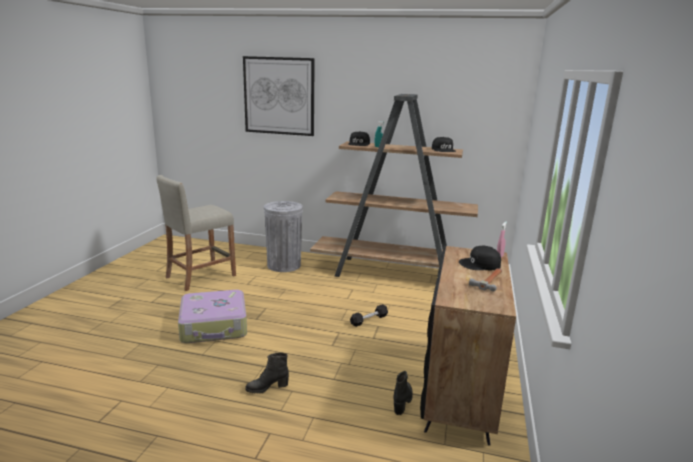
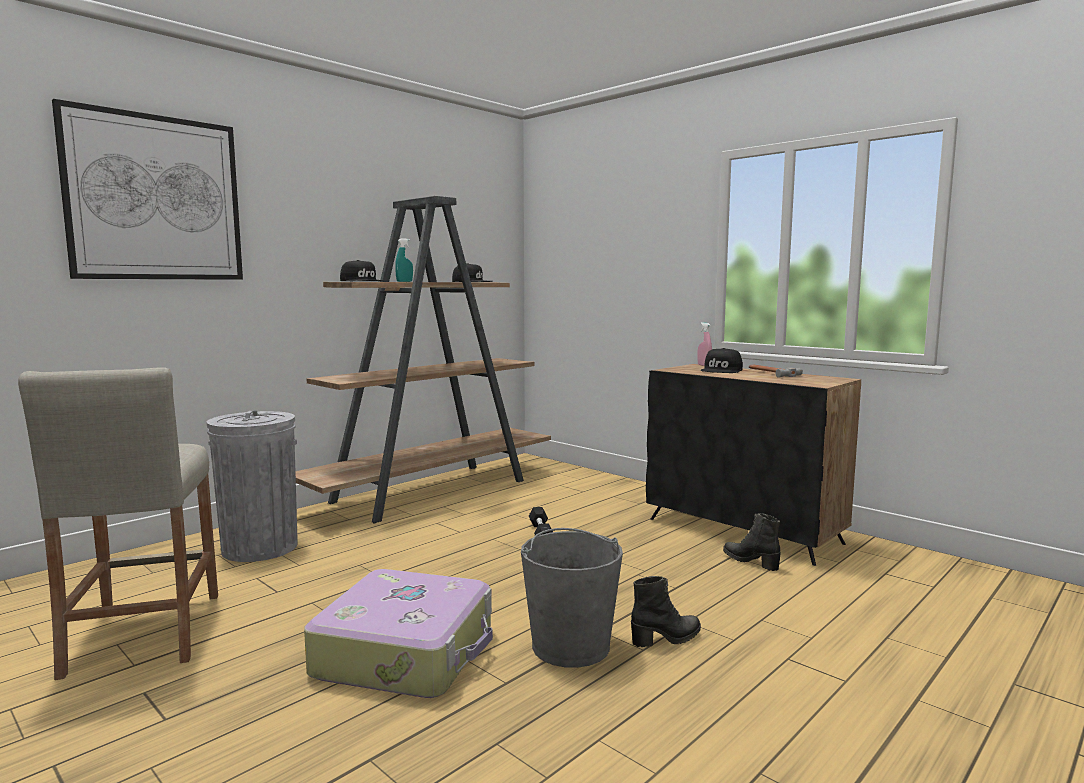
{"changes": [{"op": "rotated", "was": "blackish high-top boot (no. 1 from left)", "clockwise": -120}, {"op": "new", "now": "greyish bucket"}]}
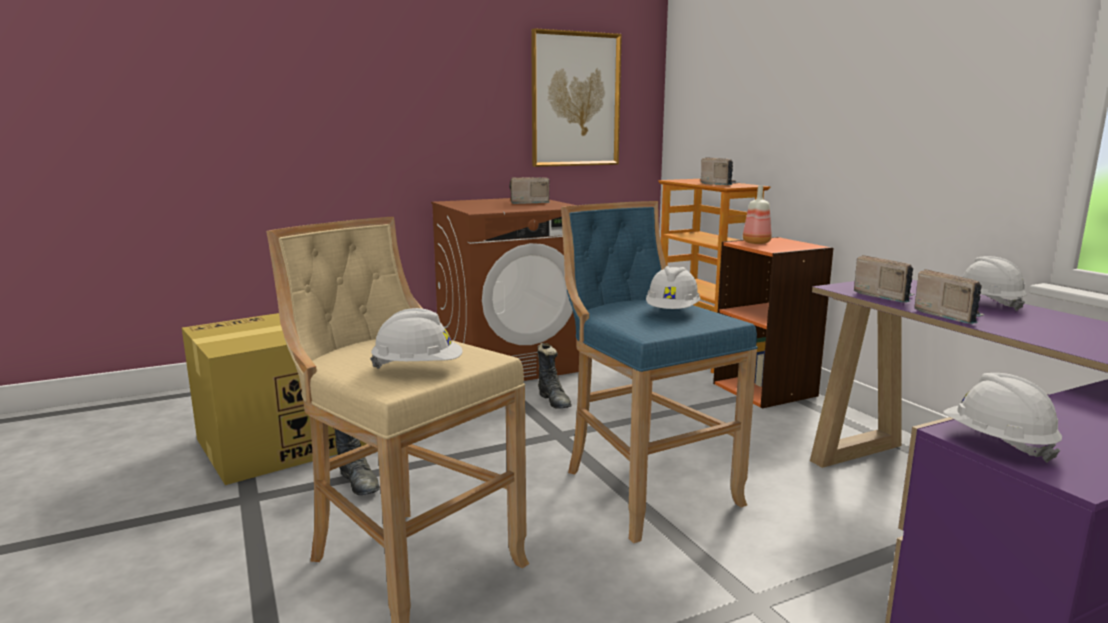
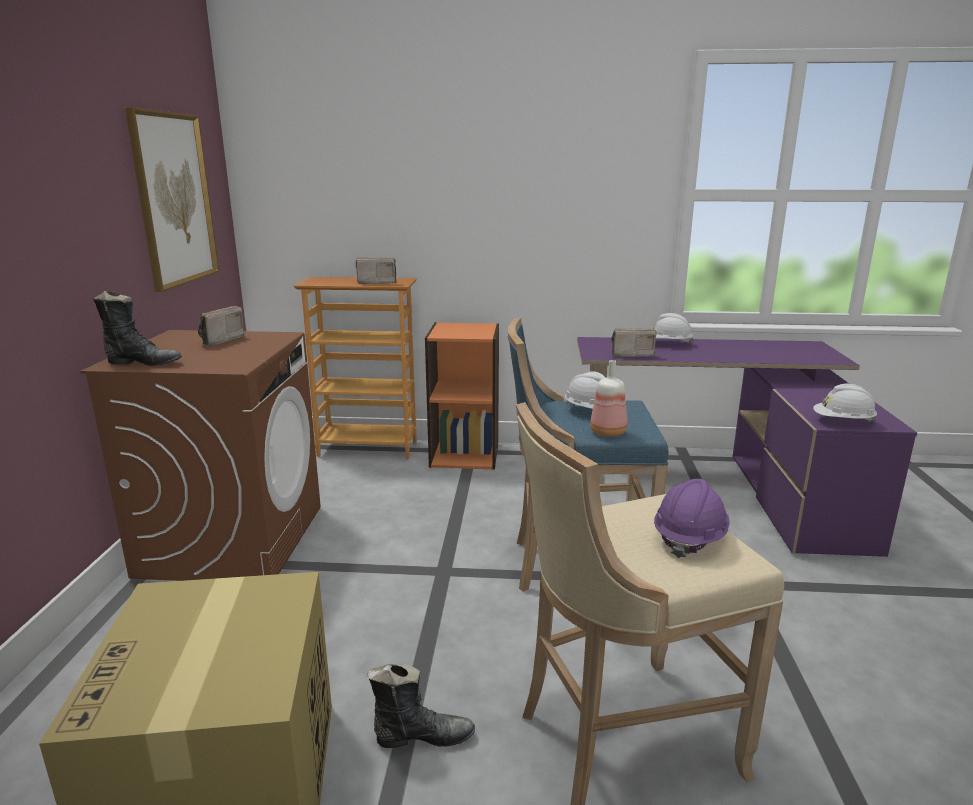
{"changes": [{"op": "shifted", "was": "drink bottle"}, {"op": "gone", "was": "radio receiver (no. 4 from left)"}, {"op": "repainted", "was": "whitish safety helmet (no. 1 from left)", "now": "purplish safety helmet"}, {"op": "shifted", "was": "blackish high-top boot (no. 2 from left in the first image)", "now": "blackish high-top boot (no. 1 from left)"}]}
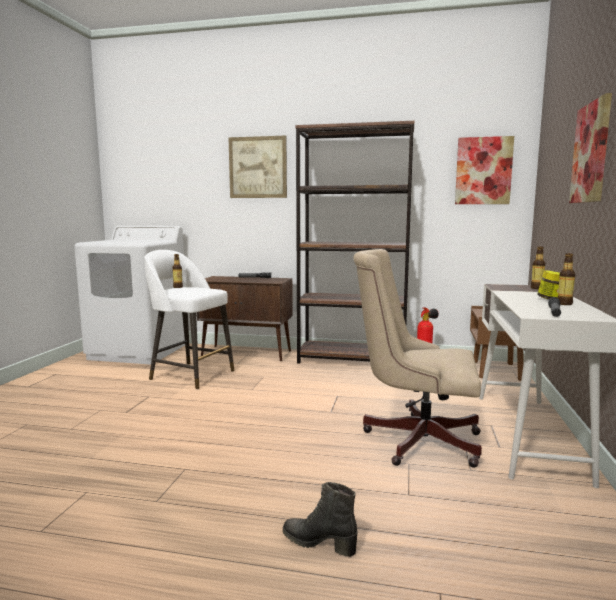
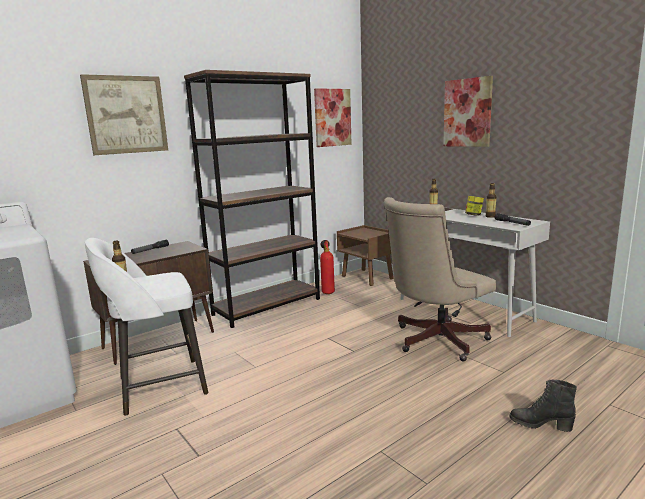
{"changes": [{"op": "rotated", "was": "blackish high-top boot", "clockwise": 45}]}
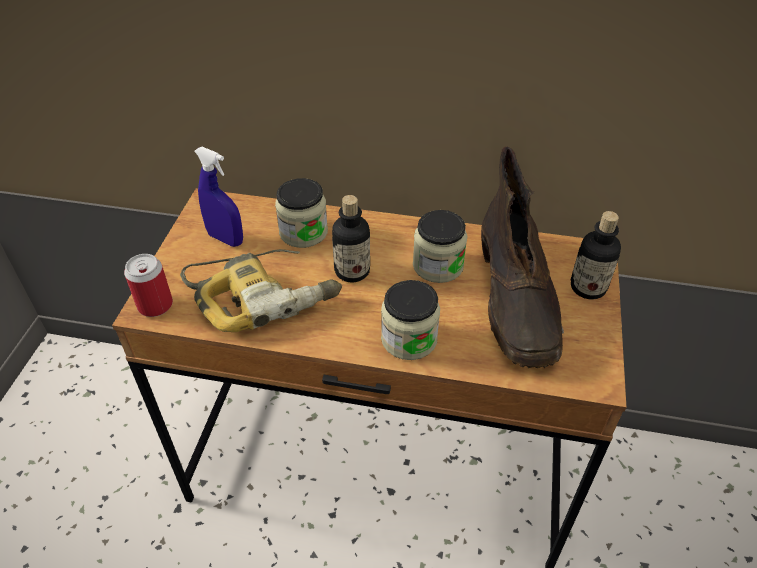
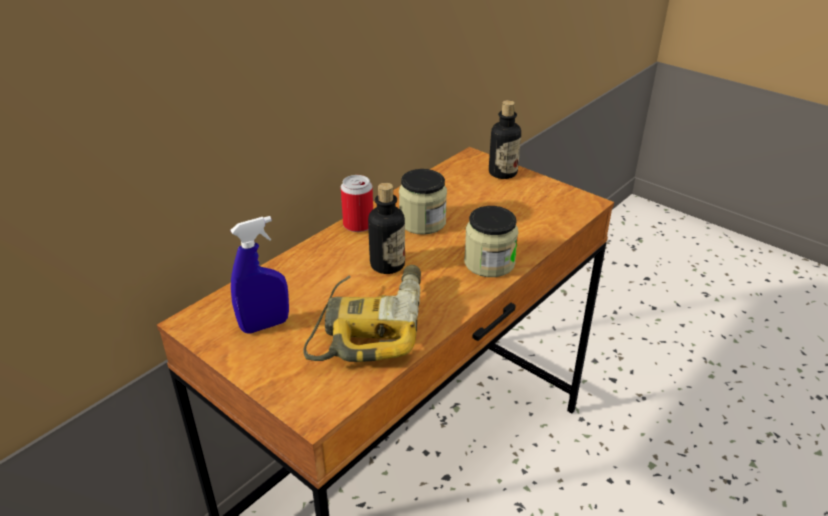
{"changes": [{"op": "gone", "was": "brown-coloured high-top boot"}, {"op": "gone", "was": "storage jar (no. 1 from left)"}, {"op": "shifted", "was": "sealed can"}]}
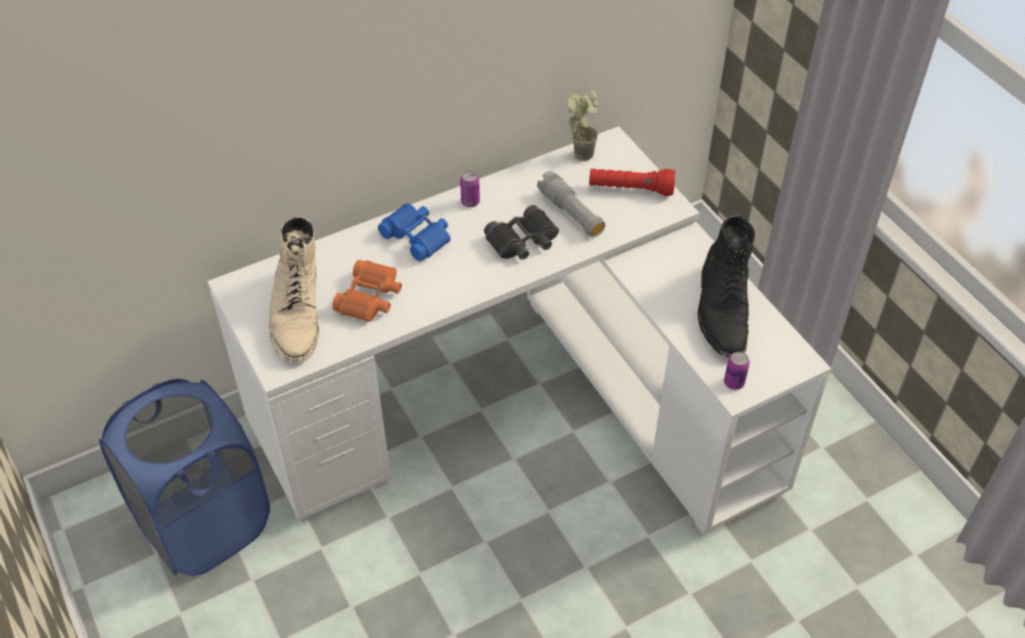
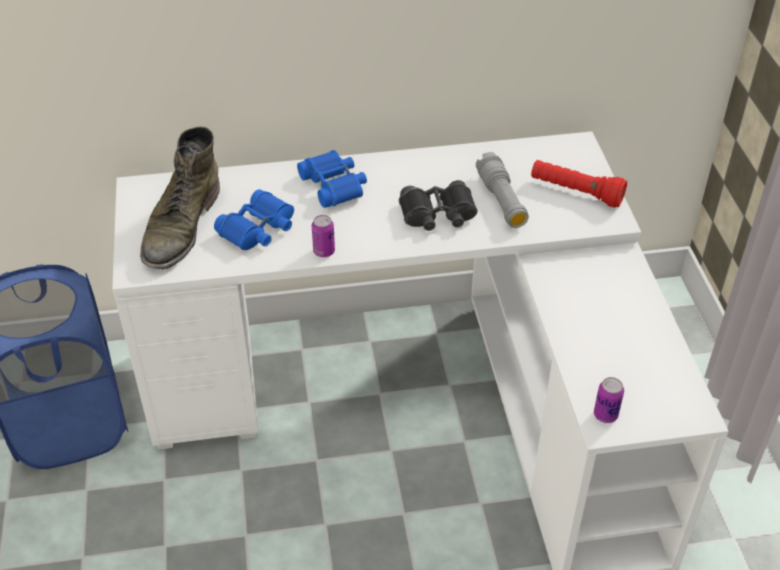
{"changes": [{"op": "gone", "was": "potted plant"}, {"op": "shifted", "was": "sealed can (no. 1 from left)"}, {"op": "gone", "was": "blackish high-top boot"}, {"op": "repainted", "was": "beige high-top boot", "now": "green high-top boot"}, {"op": "repainted", "was": "orange pair of binoculars", "now": "bluish pair of binoculars (no. 1 from left)"}]}
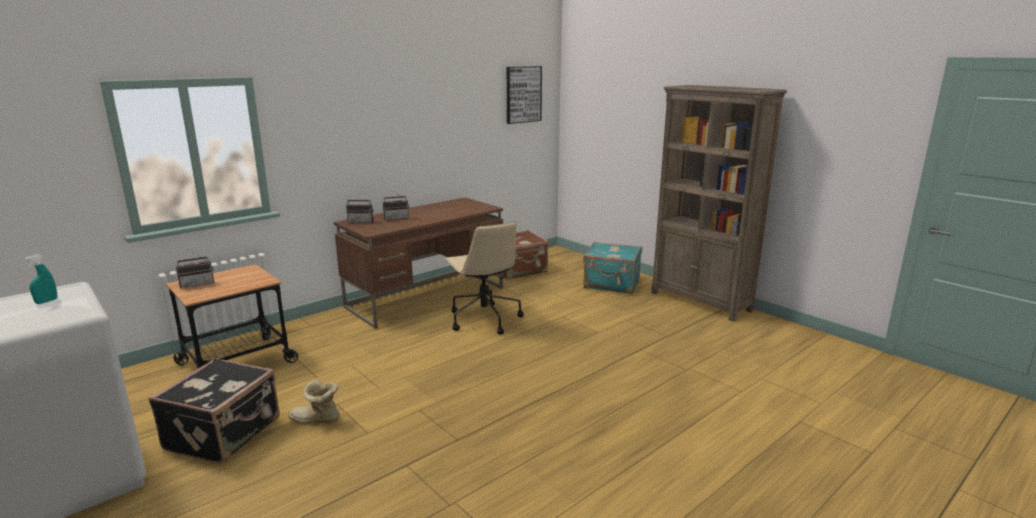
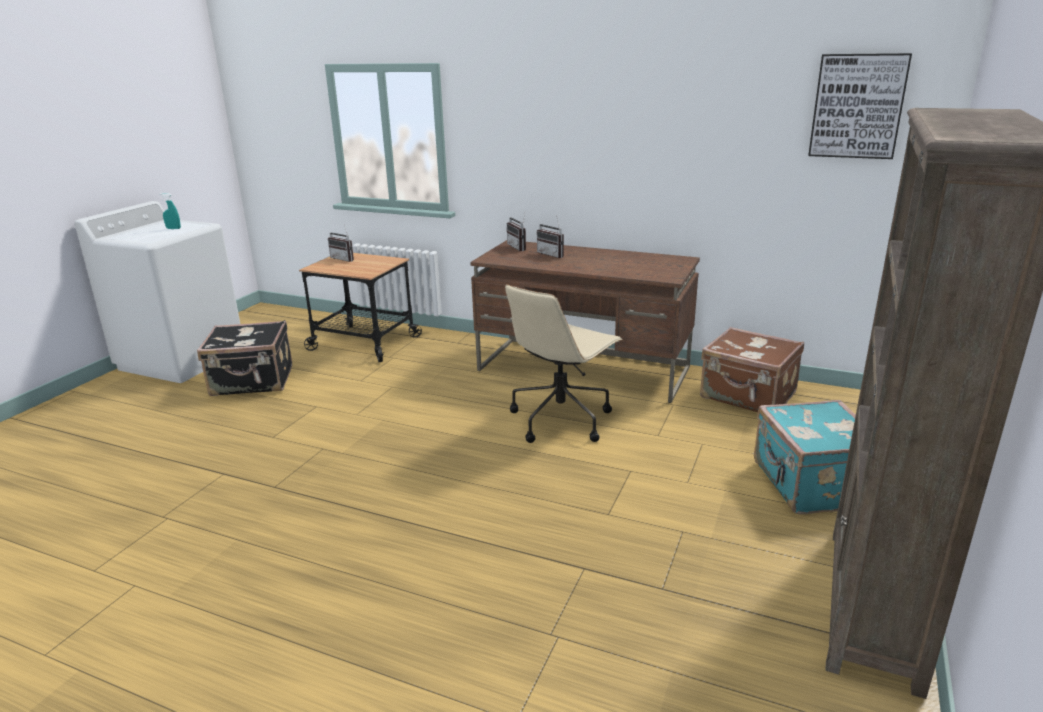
{"changes": [{"op": "gone", "was": "high-top boot"}]}
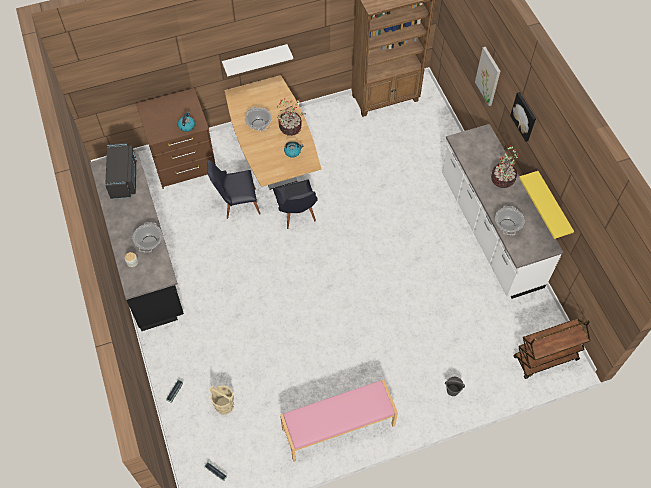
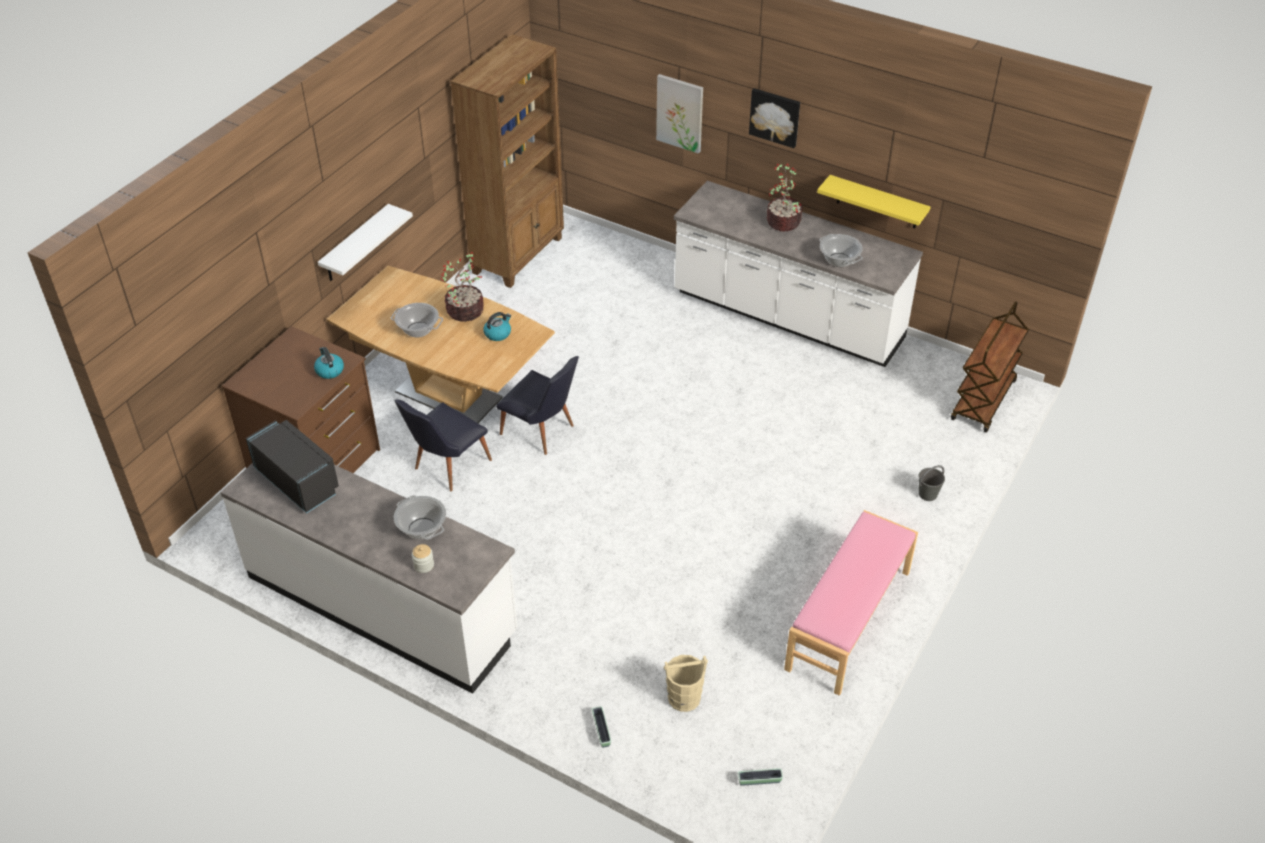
{"changes": [{"op": "repainted", "was": "blackish kitchen counter", "now": "whitish kitchen counter (no. 1 from left)"}]}
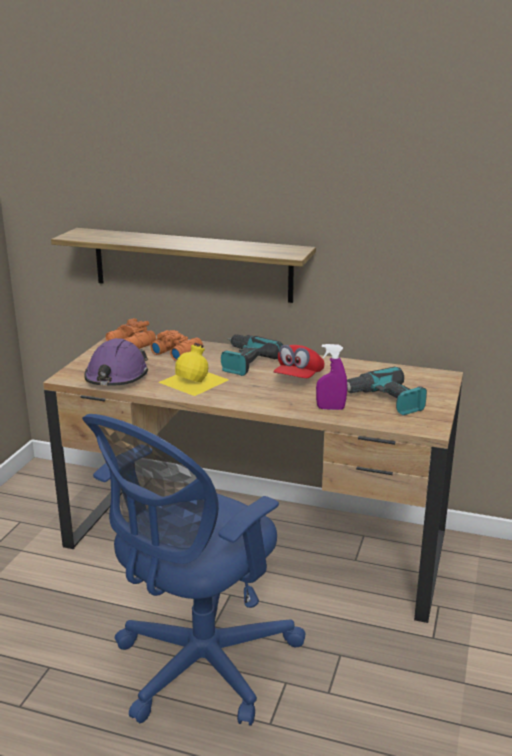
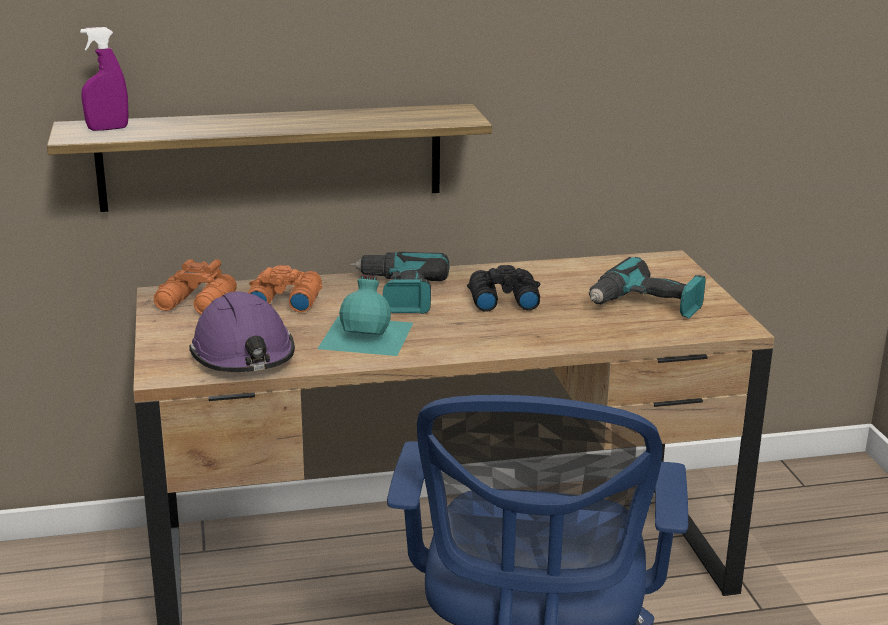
{"changes": [{"op": "repainted", "was": "yellow-coloured drink bottle", "now": "turquoise-coloured drink bottle"}, {"op": "shifted", "was": "purplish spray bottle"}, {"op": "swapped", "was": "reddish peaked cap", "now": "blackish pair of binoculars"}]}
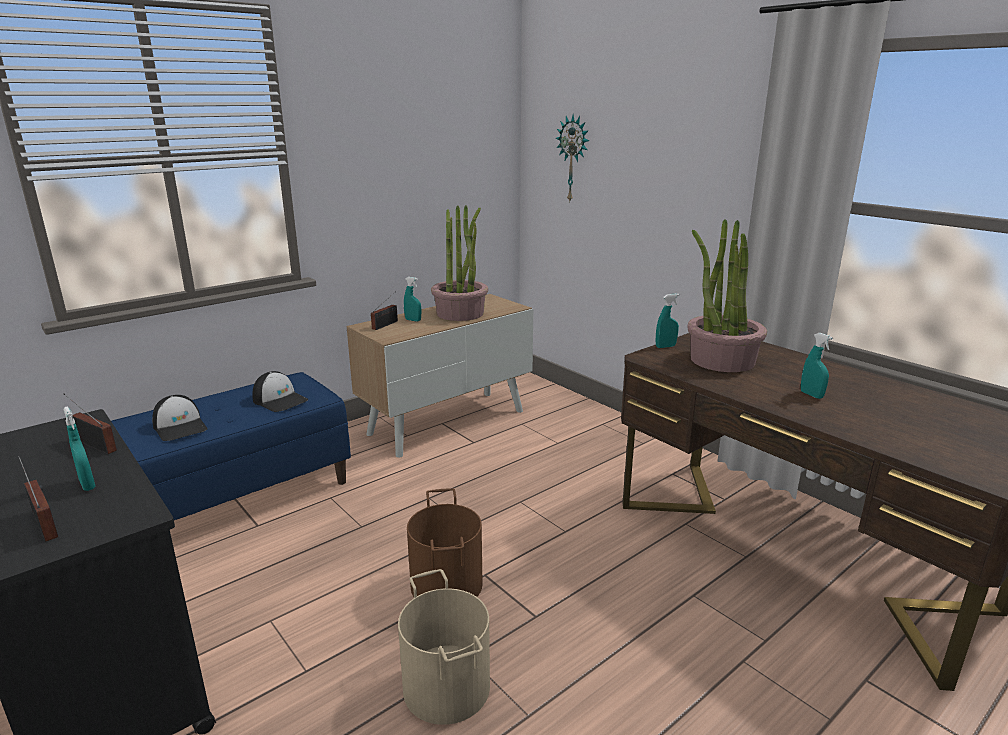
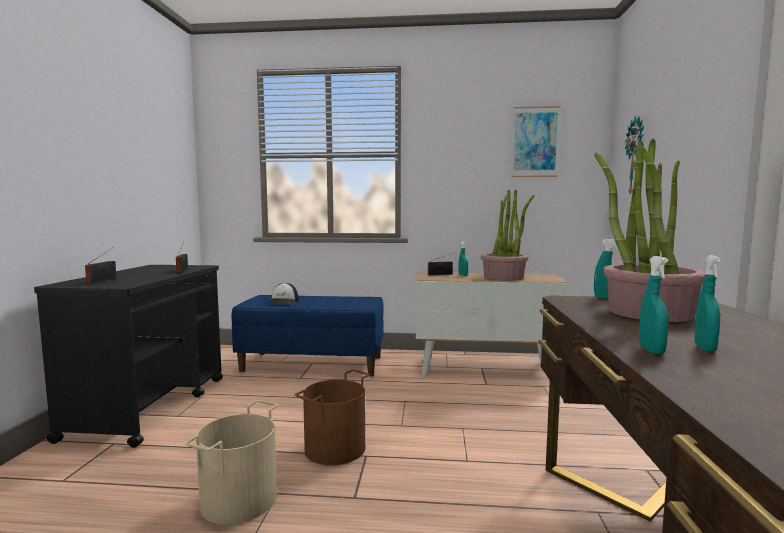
{"changes": [{"op": "gone", "was": "peaked cap (no. 2 from left)"}, {"op": "shifted", "was": "turquoise-coloured spray bottle (no. 1 from left in the first image)", "now": "turquoise-coloured spray bottle (no. 3 from left)"}, {"op": "new", "now": "picture"}]}
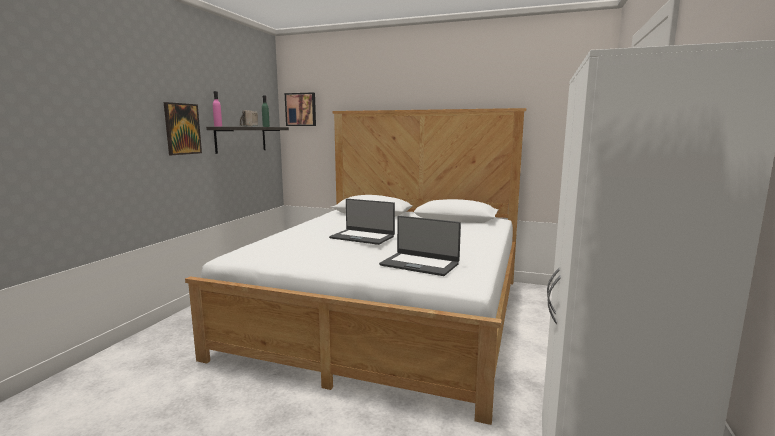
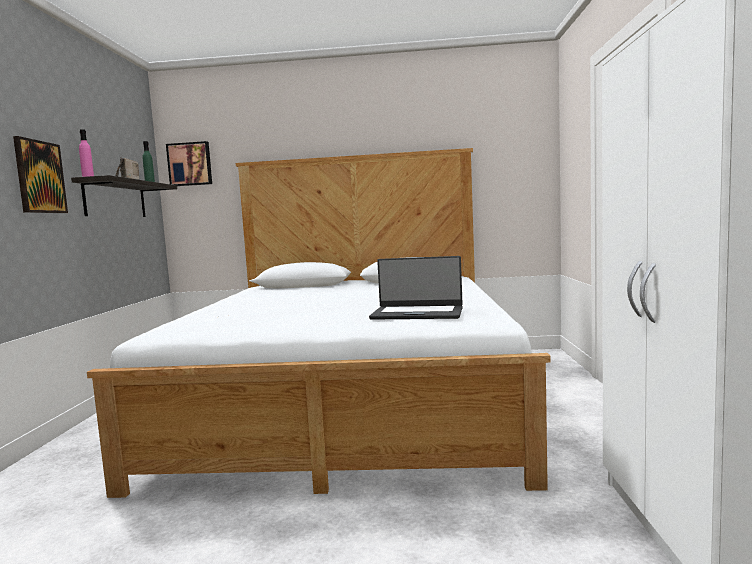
{"changes": [{"op": "gone", "was": "portable computer (no. 1 from left)"}]}
